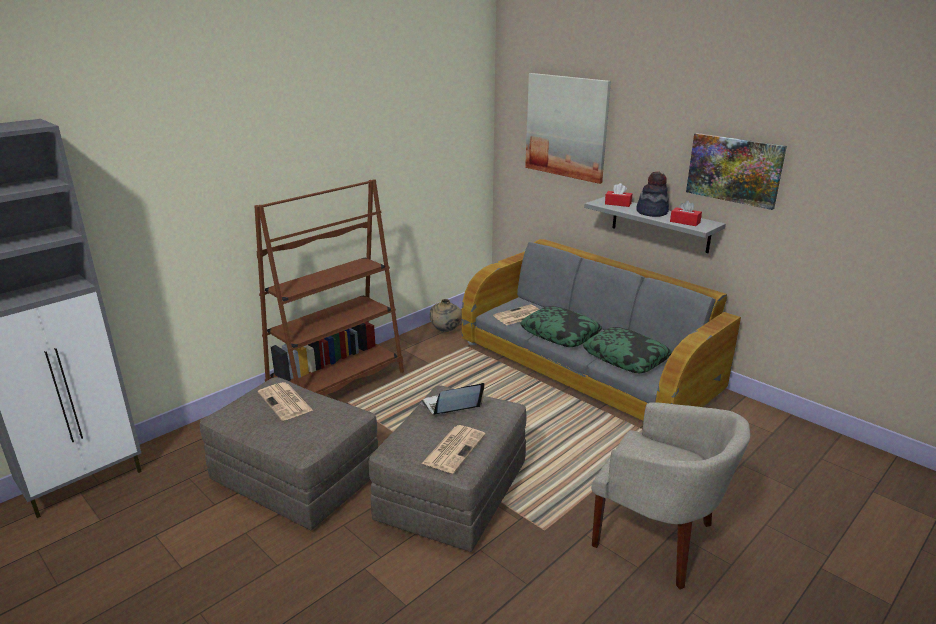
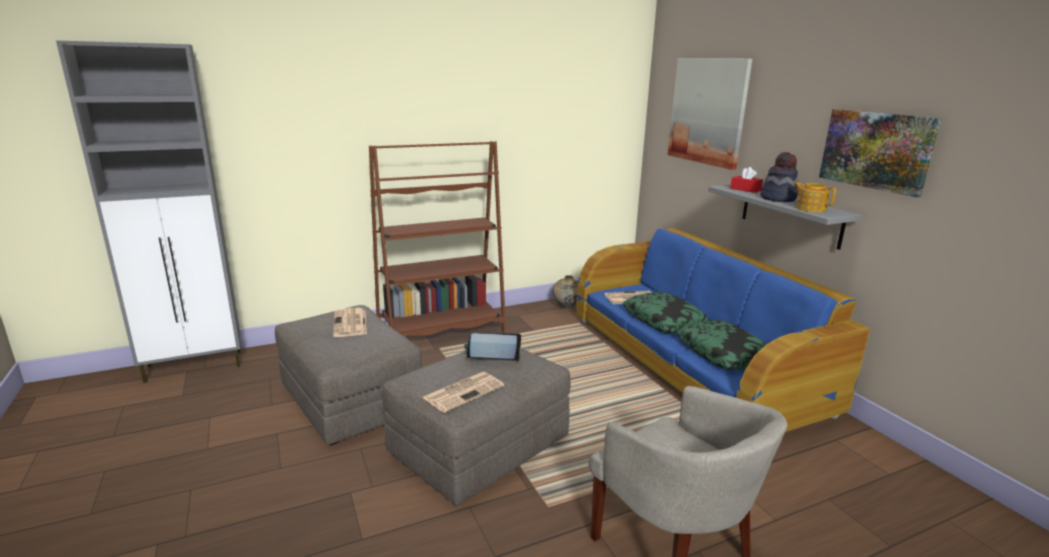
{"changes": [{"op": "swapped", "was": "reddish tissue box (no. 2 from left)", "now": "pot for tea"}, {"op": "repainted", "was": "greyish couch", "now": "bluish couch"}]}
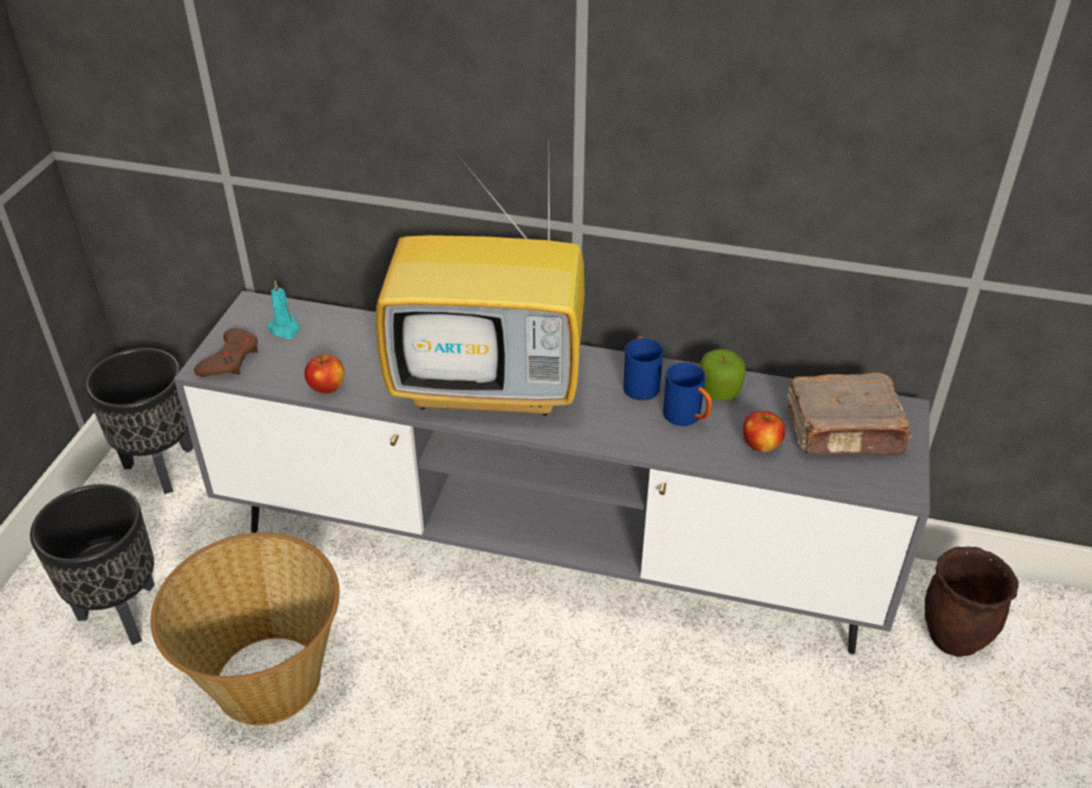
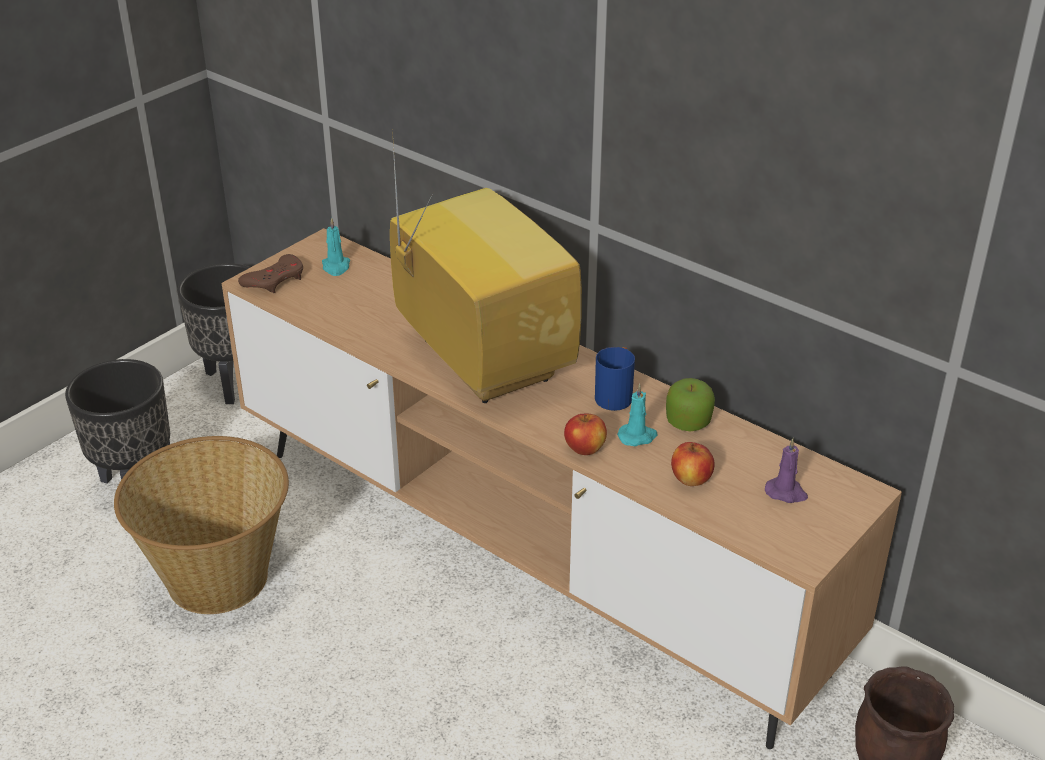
{"changes": [{"op": "rotated", "was": "TV", "clockwise": -150}, {"op": "repainted", "was": "greyish tv stand", "now": "brown-coloured tv stand"}, {"op": "shifted", "was": "apple fruit (no. 1 from left)"}, {"op": "swapped", "was": "bluish tea mug (no. 2 from left)", "now": "turquoise-coloured candle (no. 2 from left)"}, {"op": "swapped", "was": "brown-coloured volume", "now": "purplish candle"}]}
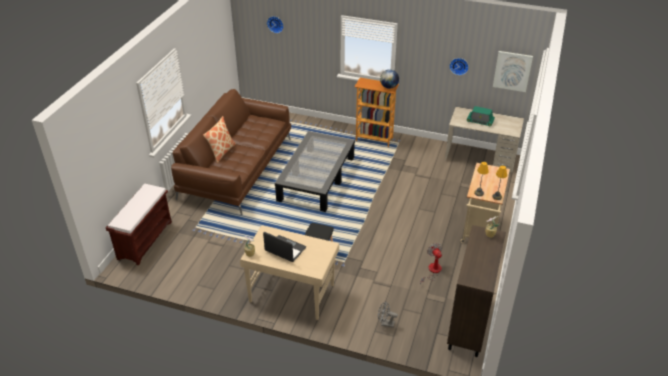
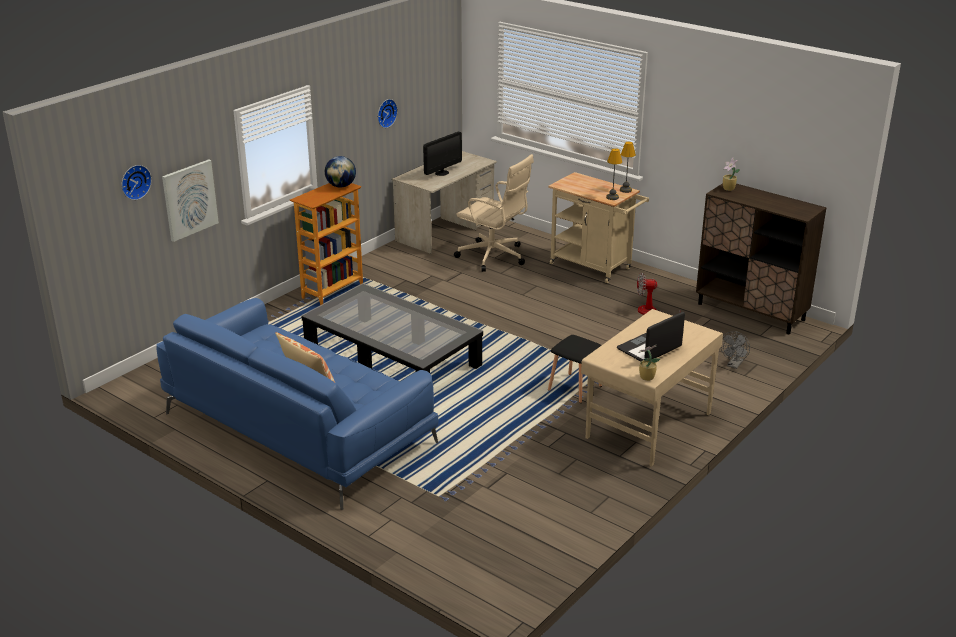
{"changes": [{"op": "shifted", "was": "picture"}, {"op": "repainted", "was": "brown-coloured couch", "now": "bluish couch"}, {"op": "swapped", "was": "radio receiver", "now": "monitor"}, {"op": "gone", "was": "brown-coloured indoor bench"}, {"op": "new", "now": "beige office chair"}]}
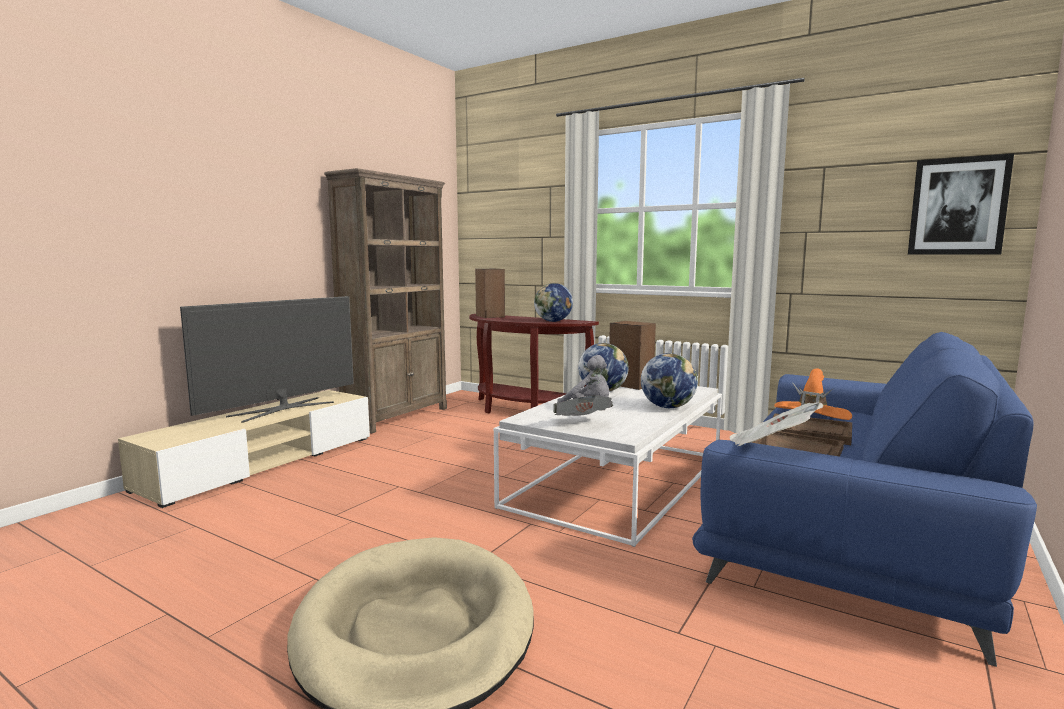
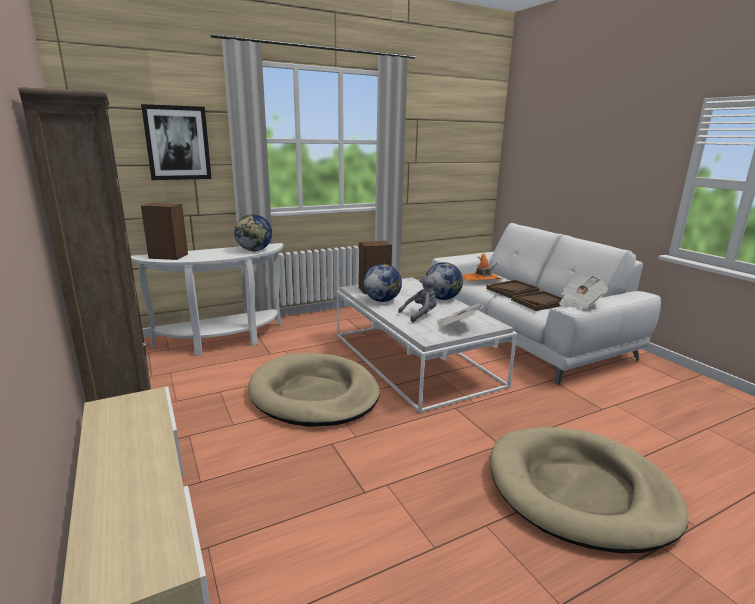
{"changes": [{"op": "shifted", "was": "picture"}, {"op": "gone", "was": "TV"}, {"op": "repainted", "was": "brown-coloured hall table", "now": "whitish hall table"}, {"op": "repainted", "was": "bluish couch", "now": "whitish couch"}, {"op": "new", "now": "beige pet bed (no. 1 from left)"}]}
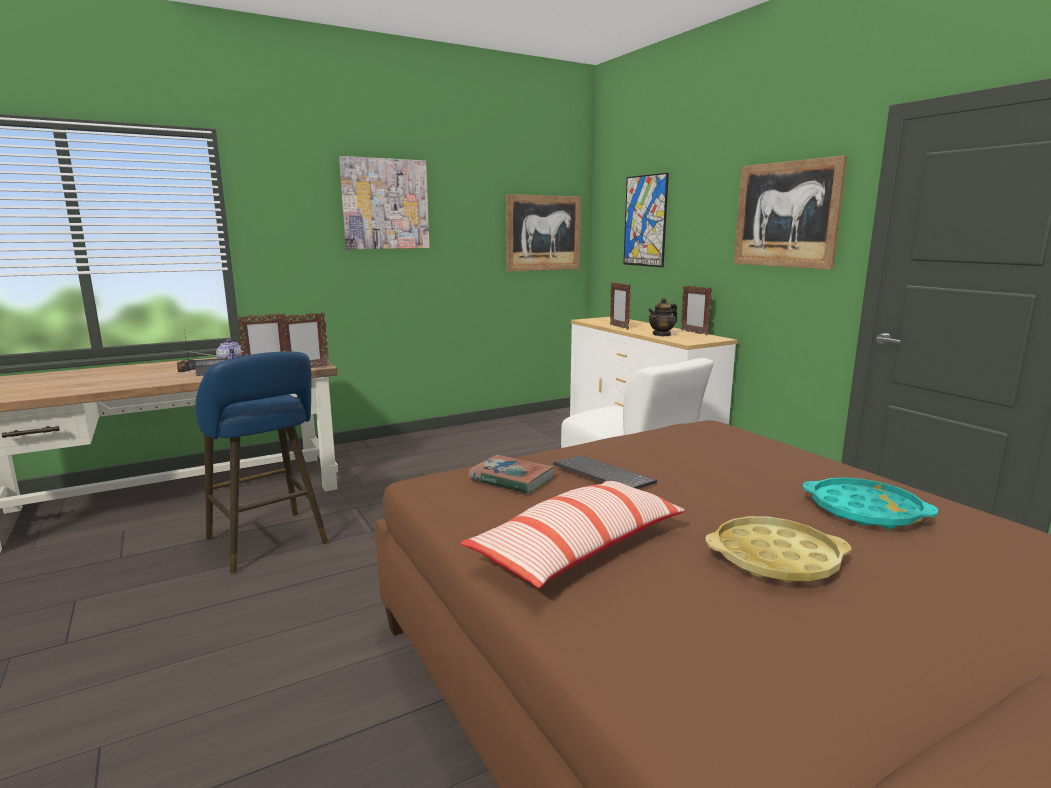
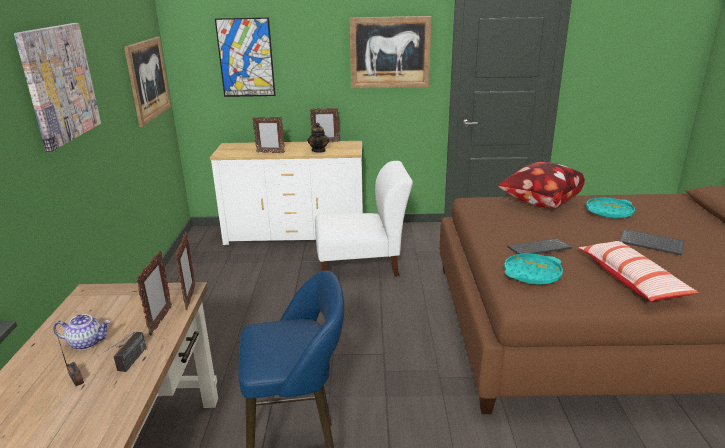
{"changes": [{"op": "swapped", "was": "volume", "now": "turquoise-coloured serving tray (no. 1 from left)"}, {"op": "swapped", "was": "yellow-coloured serving tray", "now": "PC keyboard (no. 2 from left)"}, {"op": "new", "now": "throw pillow (no. 1 from left)"}]}
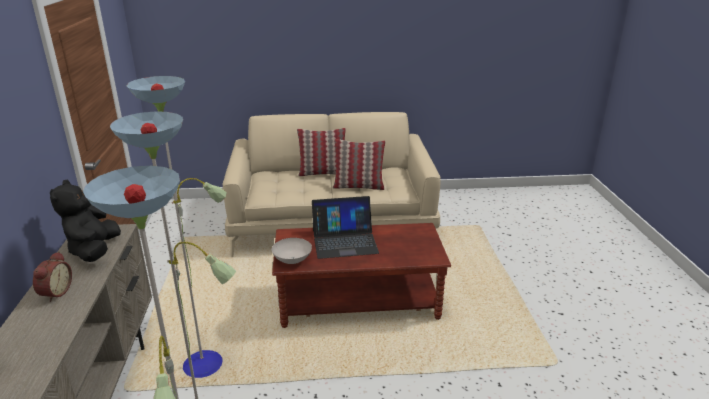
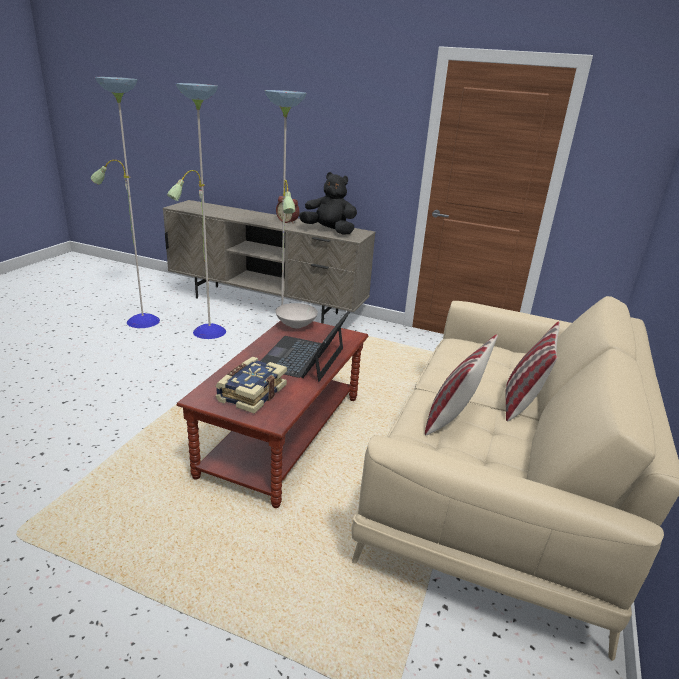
{"changes": [{"op": "new", "now": "volume"}]}
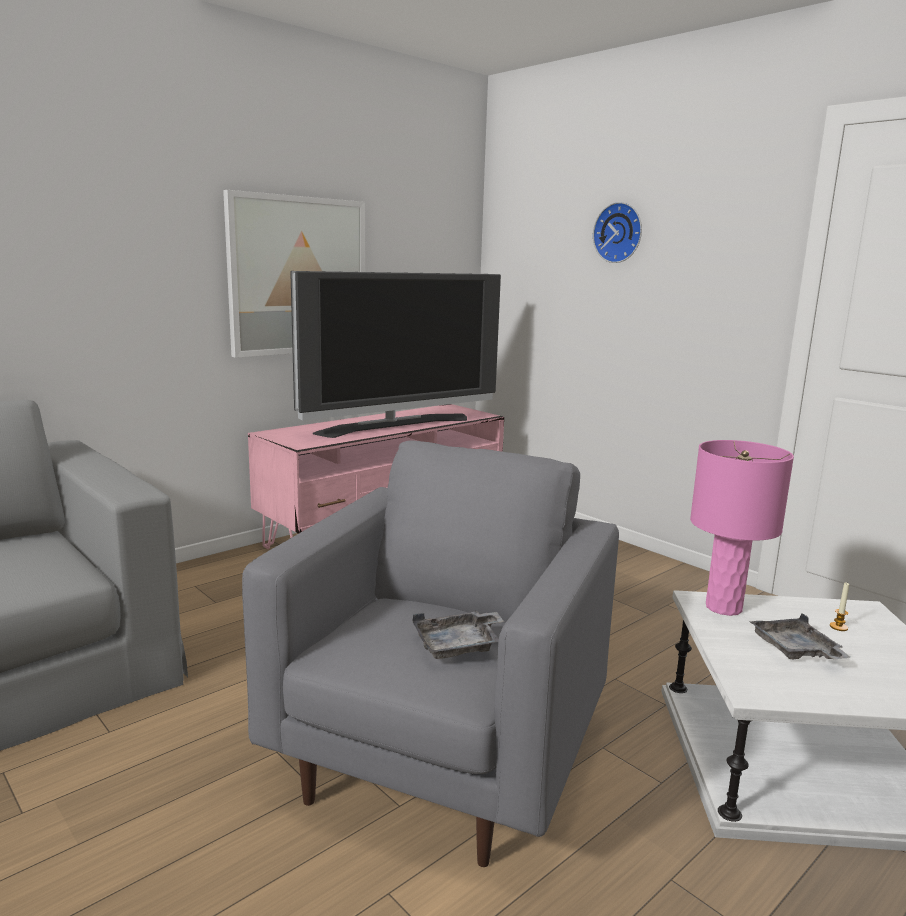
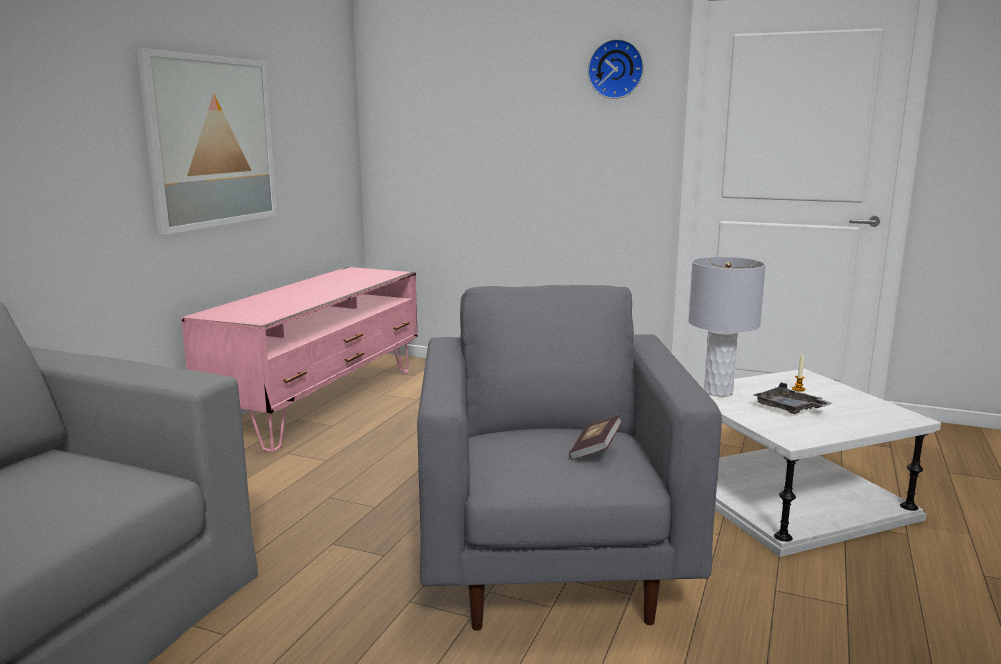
{"changes": [{"op": "shifted", "was": "hanging clock"}, {"op": "gone", "was": "TV"}, {"op": "repainted", "was": "pink-coloured table lamp", "now": "greyish table lamp"}, {"op": "swapped", "was": "greyish serving tray (no. 1 from left)", "now": "volume"}]}
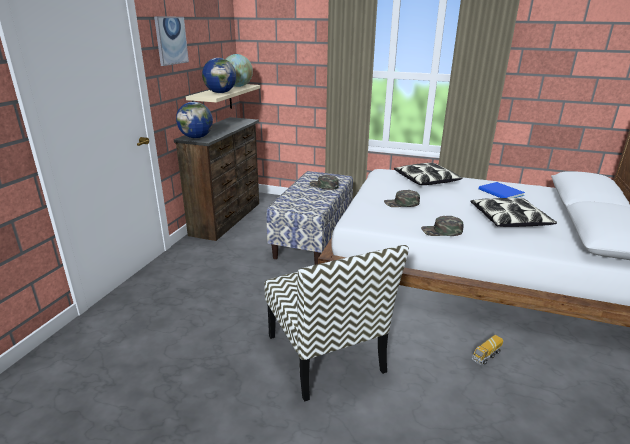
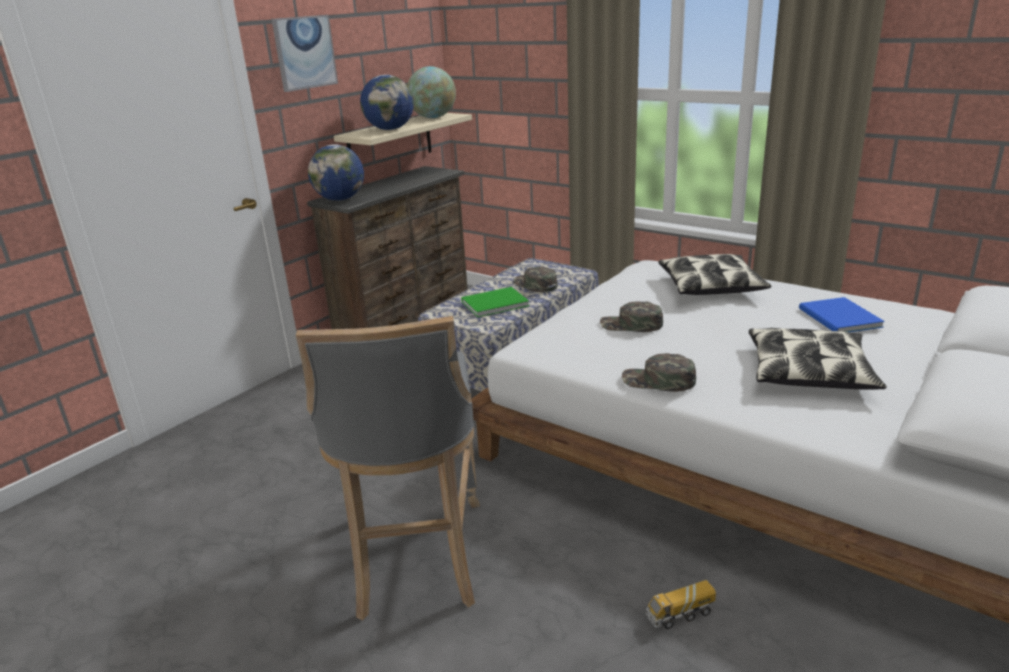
{"changes": [{"op": "swapped", "was": "plain chair", "now": "greyish stool"}, {"op": "new", "now": "green volume"}]}
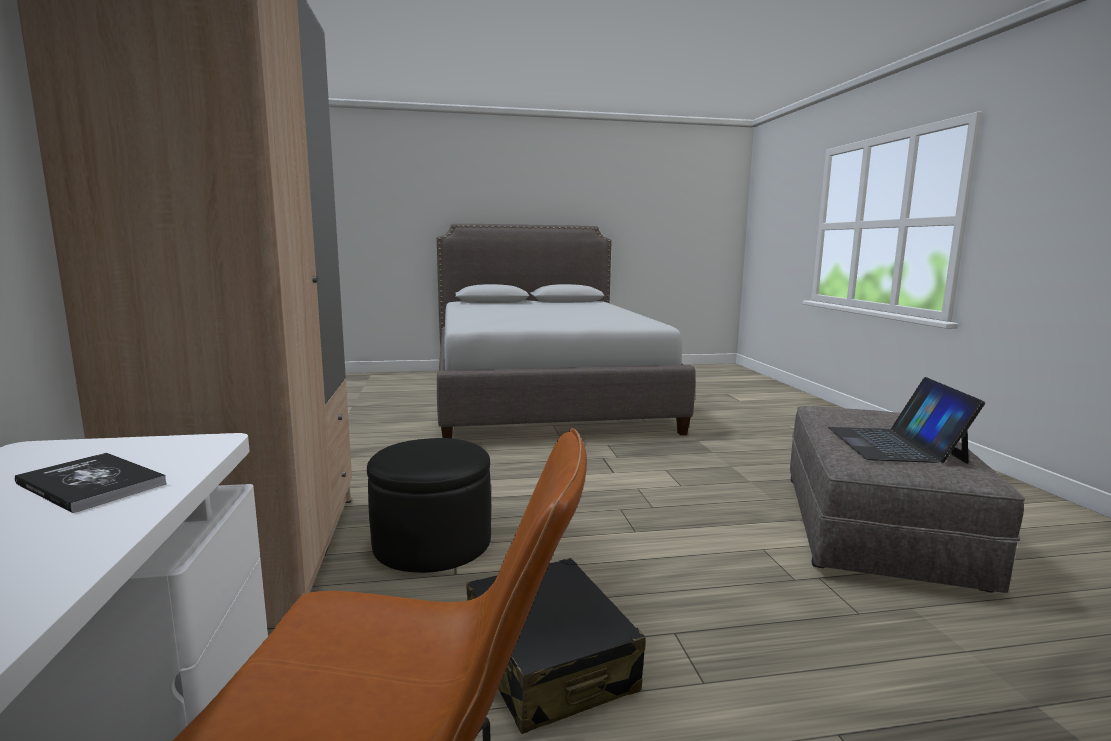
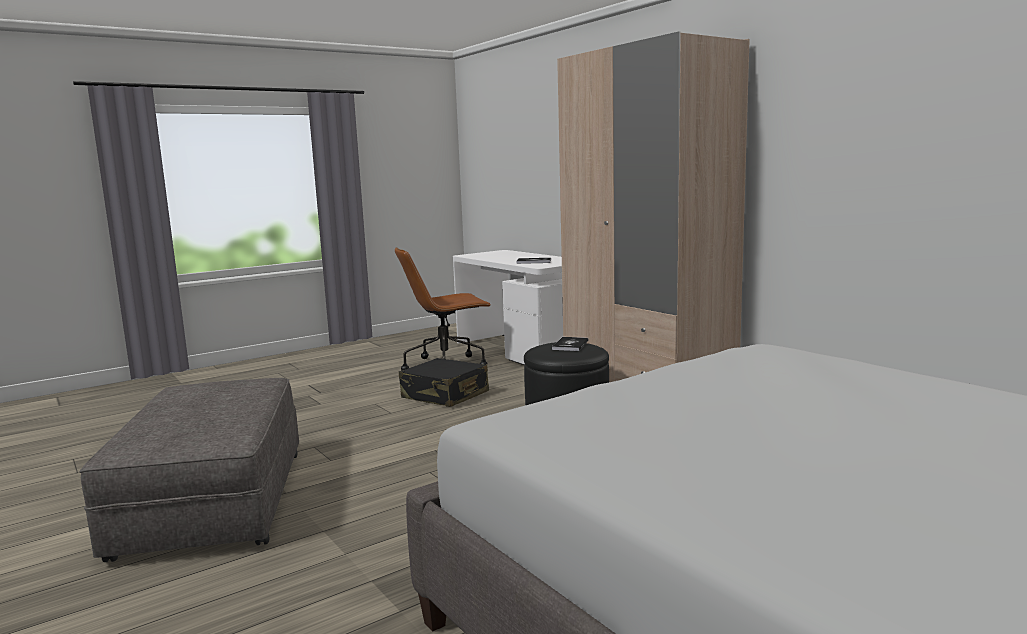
{"changes": [{"op": "gone", "was": "portable computer"}, {"op": "new", "now": "volume (no. 2 from left)"}]}
